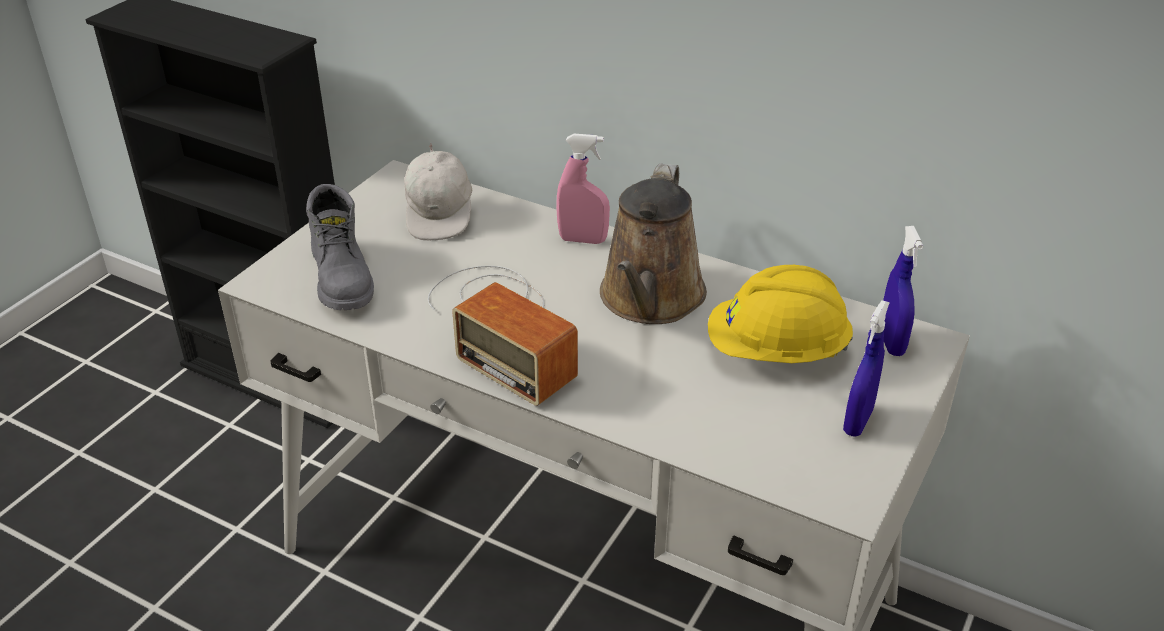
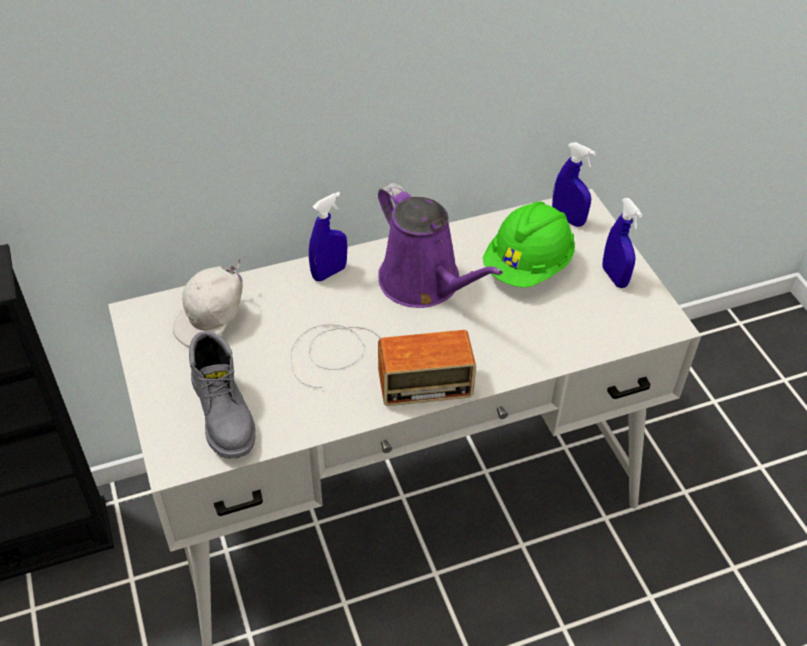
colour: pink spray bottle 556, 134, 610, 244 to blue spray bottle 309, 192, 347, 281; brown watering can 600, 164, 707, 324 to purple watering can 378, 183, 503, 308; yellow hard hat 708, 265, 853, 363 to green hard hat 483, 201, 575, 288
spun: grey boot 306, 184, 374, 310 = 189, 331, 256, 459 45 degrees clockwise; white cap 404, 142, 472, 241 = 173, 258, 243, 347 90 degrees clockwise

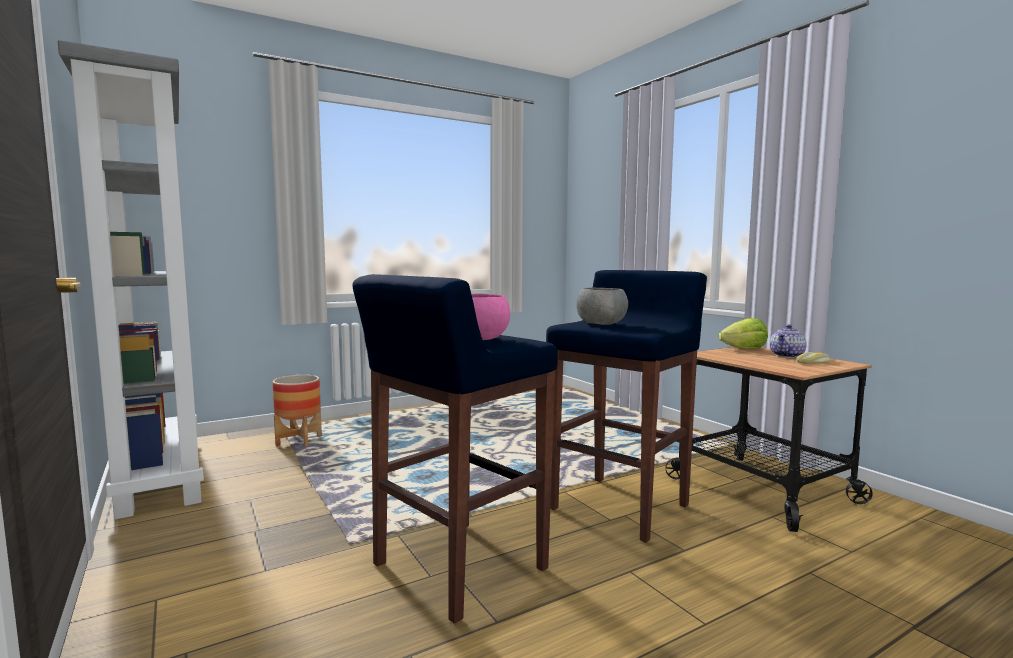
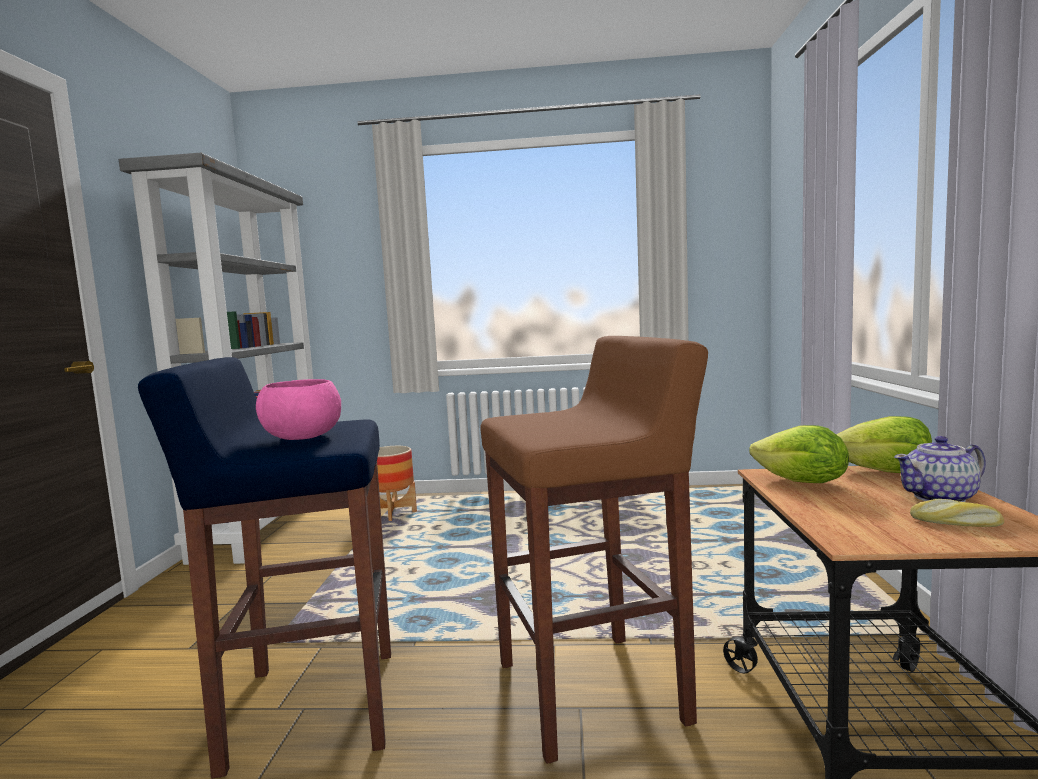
missing: grey bowl 577, 288, 628, 325
appeared: lettuce 749, 425, 849, 483
colour: blue stool 546, 270, 707, 543 to brown stool 480, 336, 708, 764

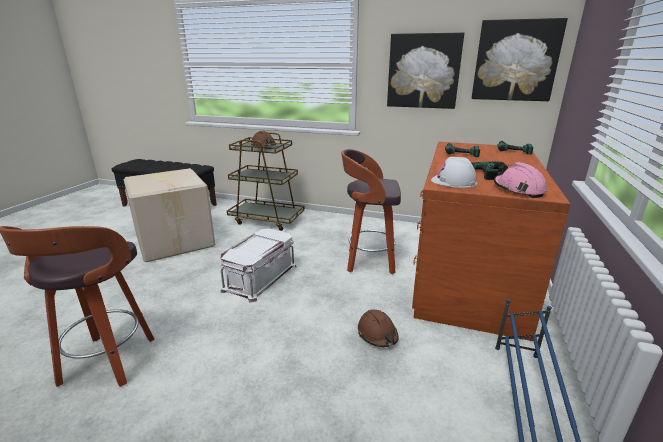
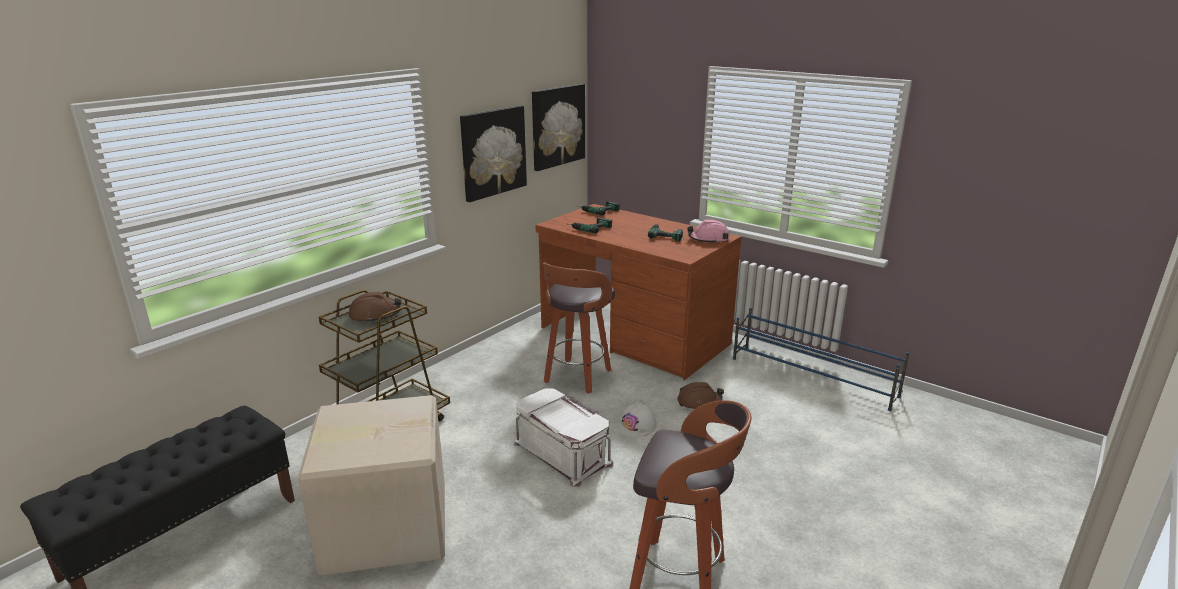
relocated: white hard hat 431, 157, 478, 188 to 617, 402, 657, 437

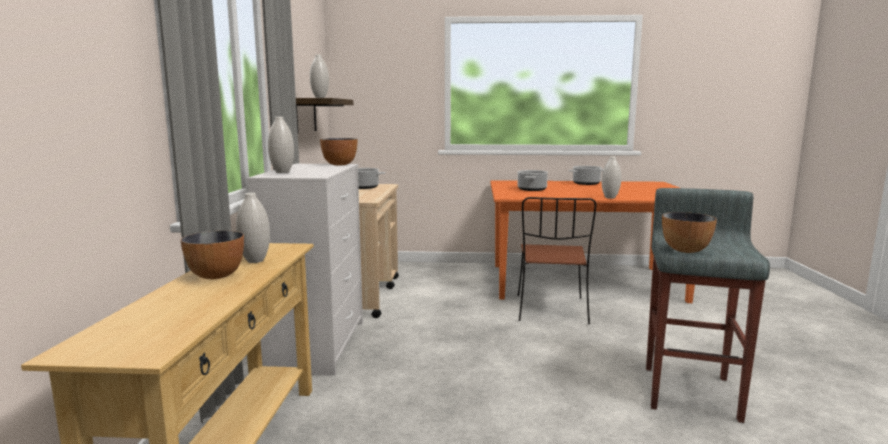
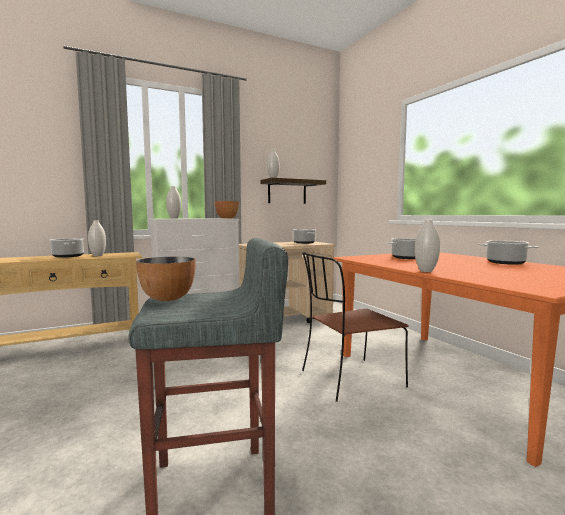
exchanged: bowl 181, 231, 244, 279 to cooking pot 50, 238, 84, 257

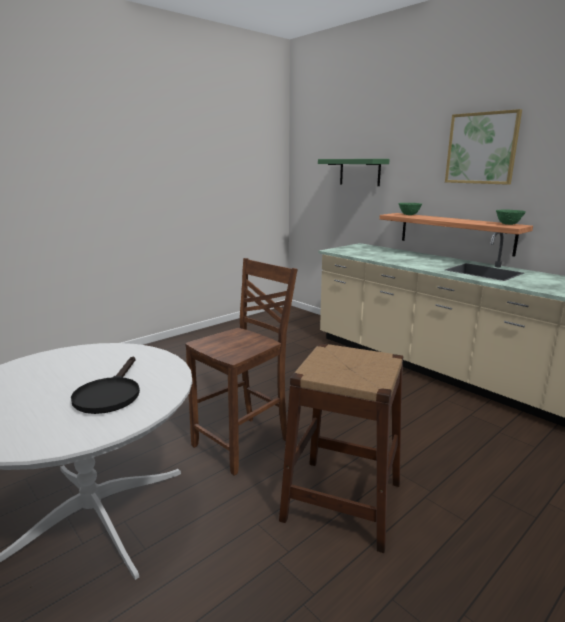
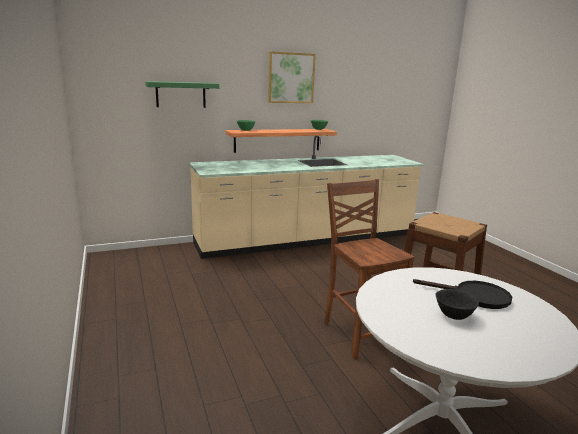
appeared: black bowl 436, 289, 479, 320

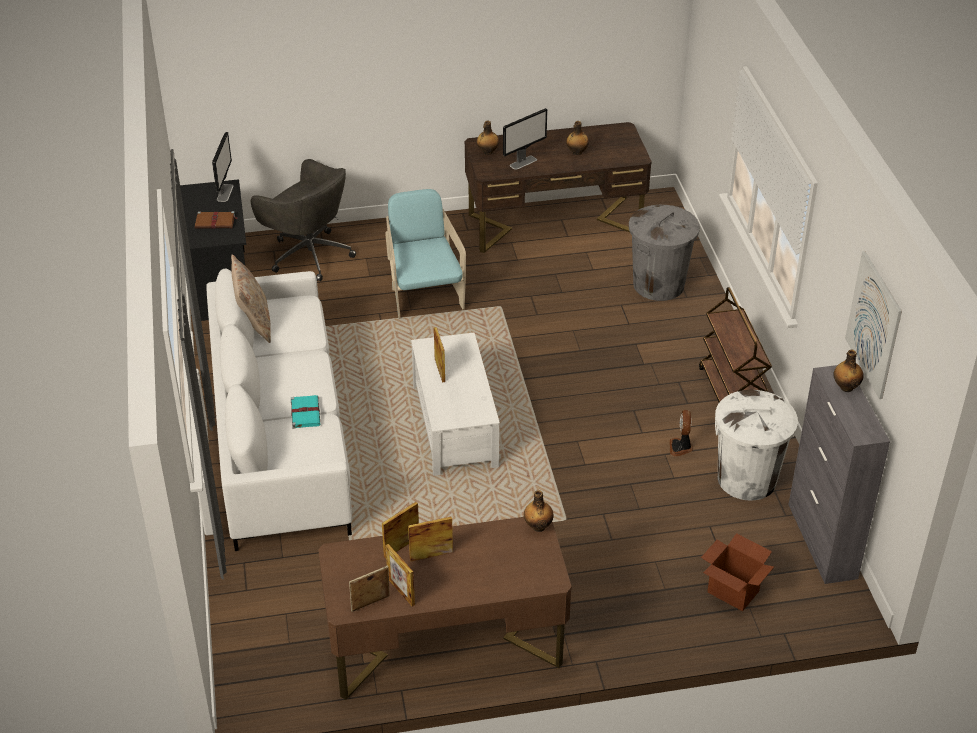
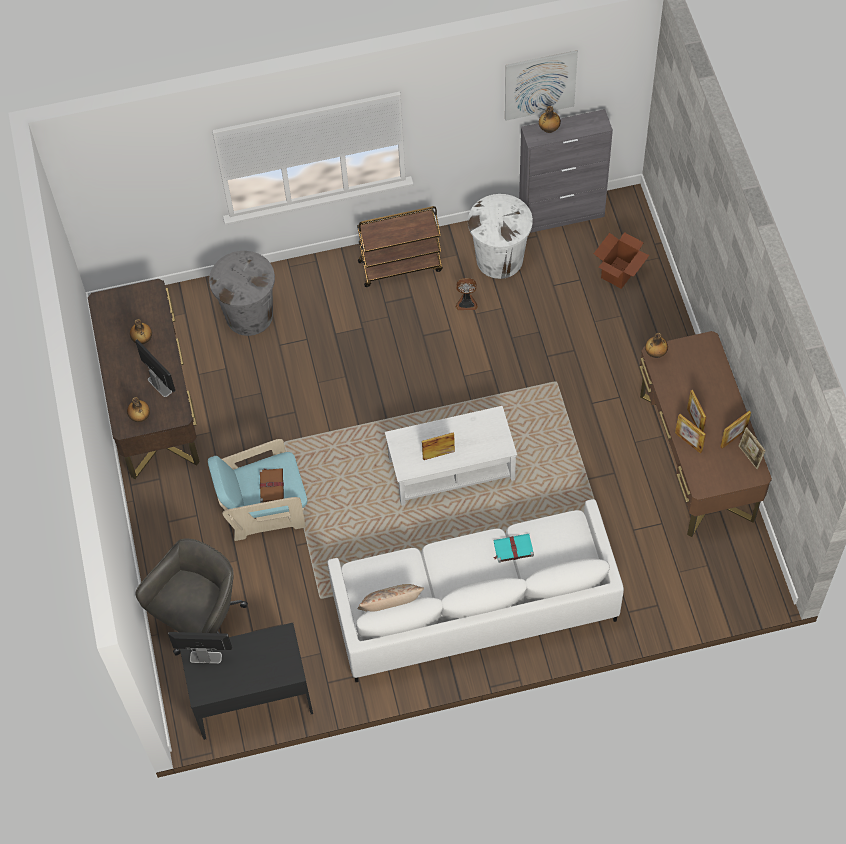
relocated: brown book 195, 211, 238, 229 to 259, 468, 284, 503

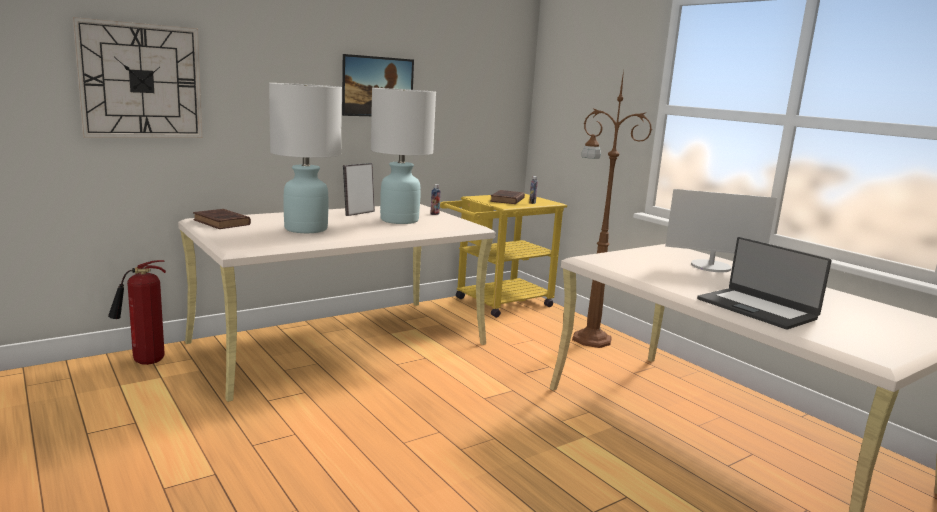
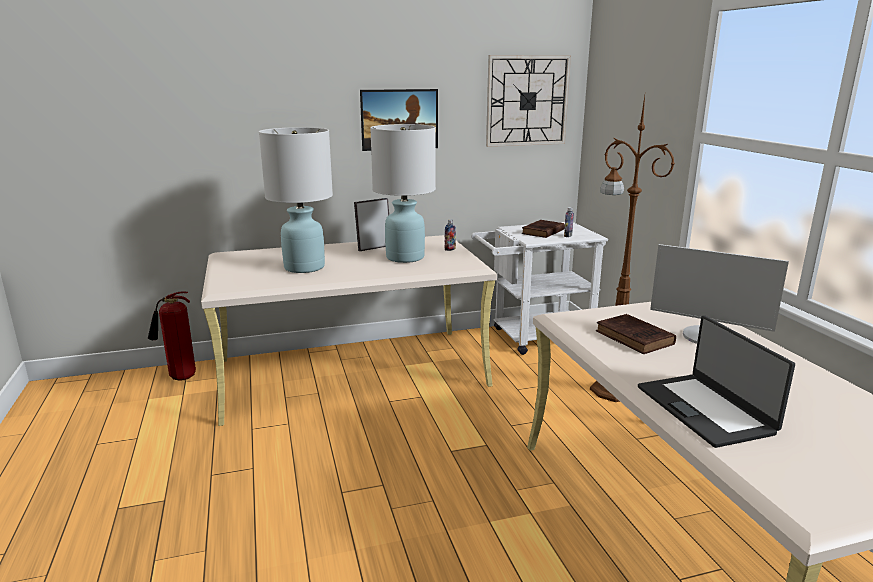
relocated: wall clock 73, 17, 202, 138 to 486, 55, 571, 147; brown book 193, 209, 251, 229 to 596, 314, 676, 354
colour: yellow cart 440, 193, 567, 318 to white cart 471, 222, 608, 355

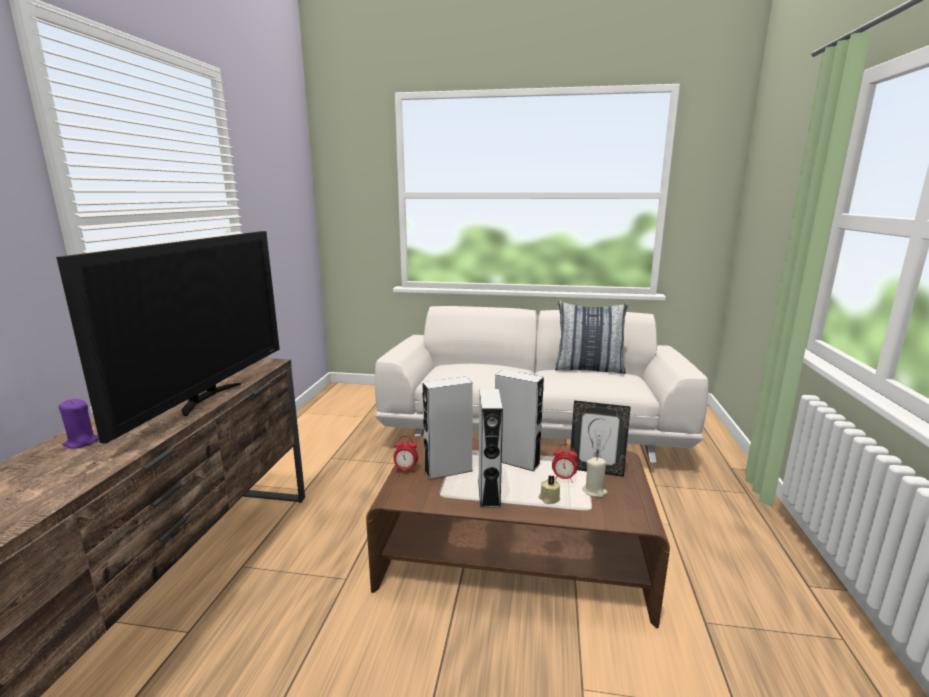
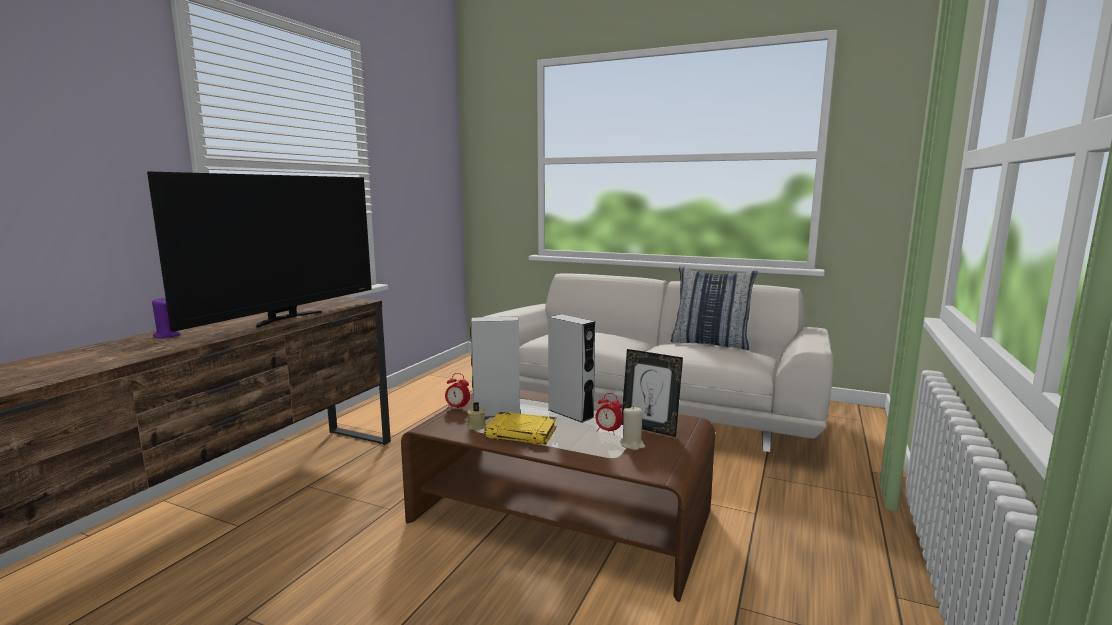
relocated: beige candle 539, 475, 560, 504 to 467, 402, 486, 430
exchanged: grey speaker 478, 389, 503, 508 to yellow book 484, 412, 557, 445

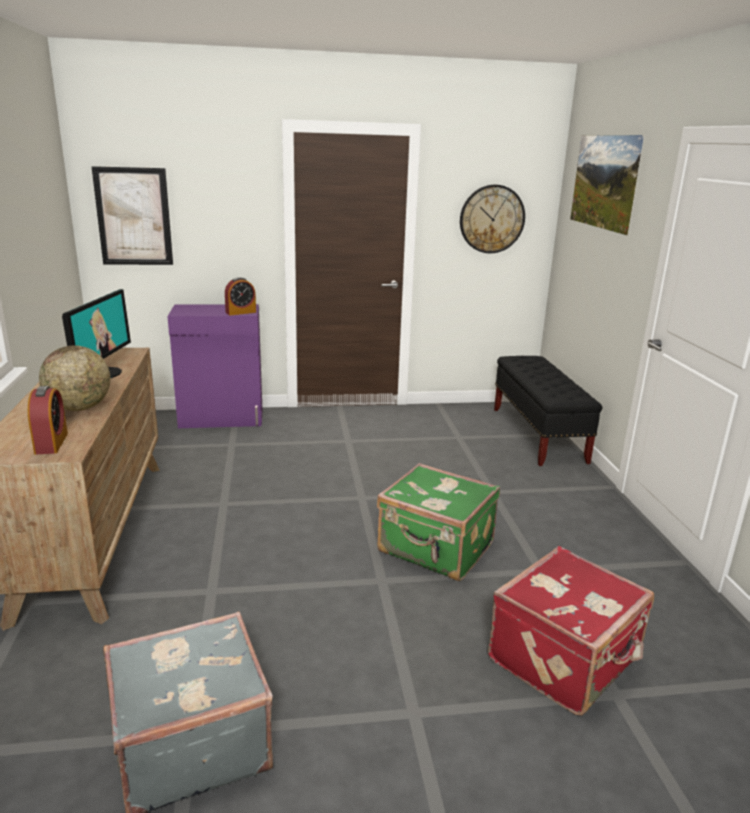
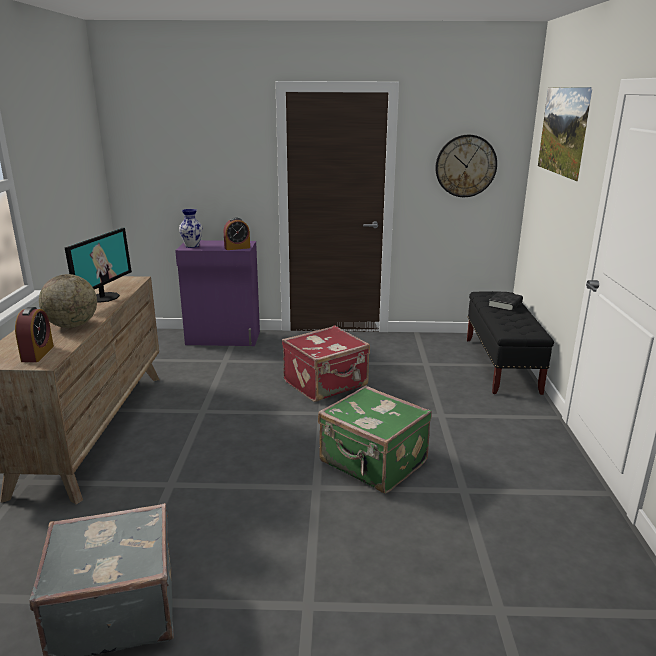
missing: picture 92, 166, 173, 265
appeared: vase 179, 209, 202, 248; black book 488, 291, 523, 311
relocated: red suitcase 488, 546, 654, 716 to 282, 325, 370, 402

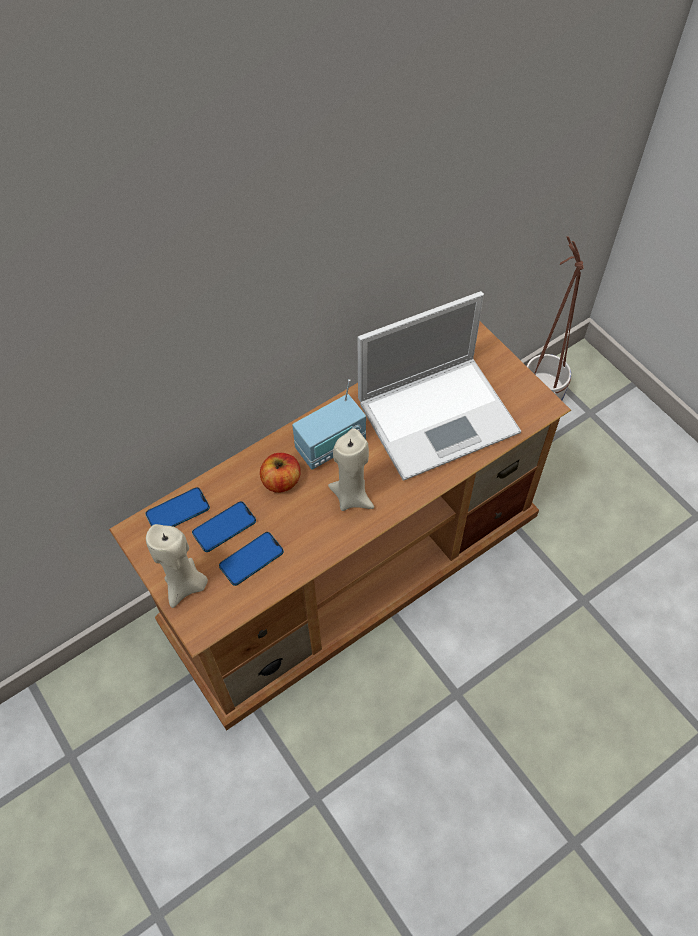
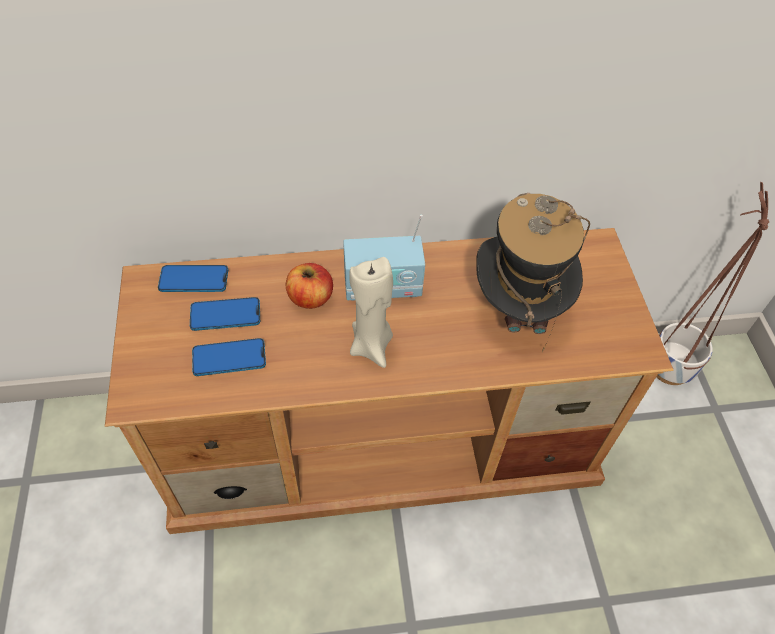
missing: beige candle 146, 524, 208, 608
exchanged: laptop 358, 291, 521, 481 to hat 476, 193, 590, 352

